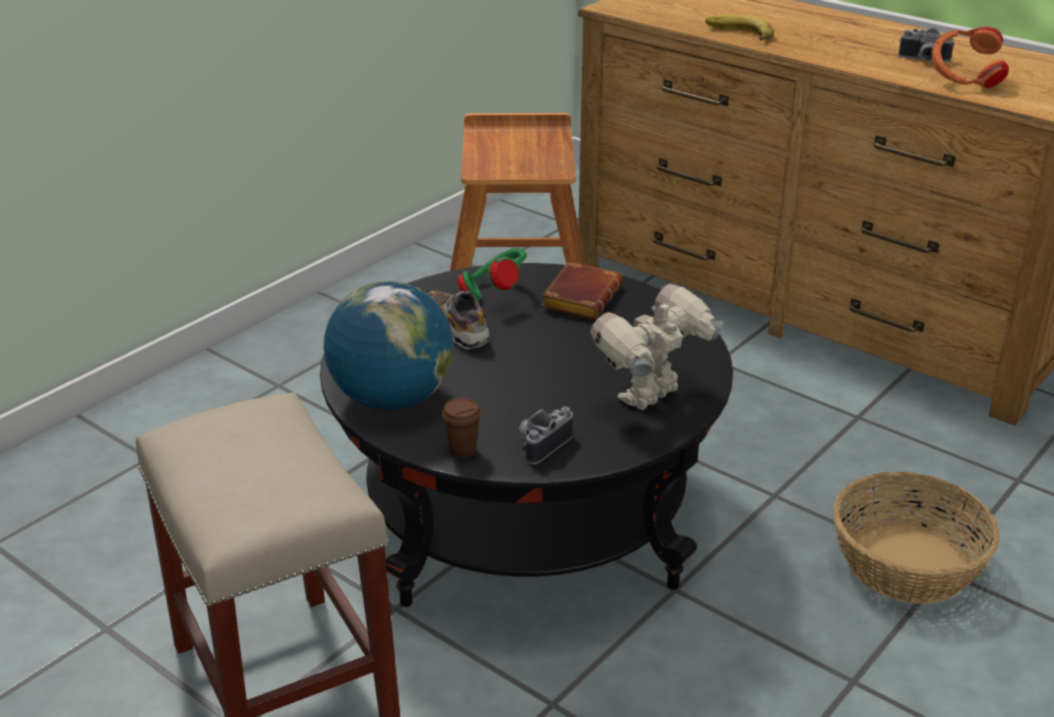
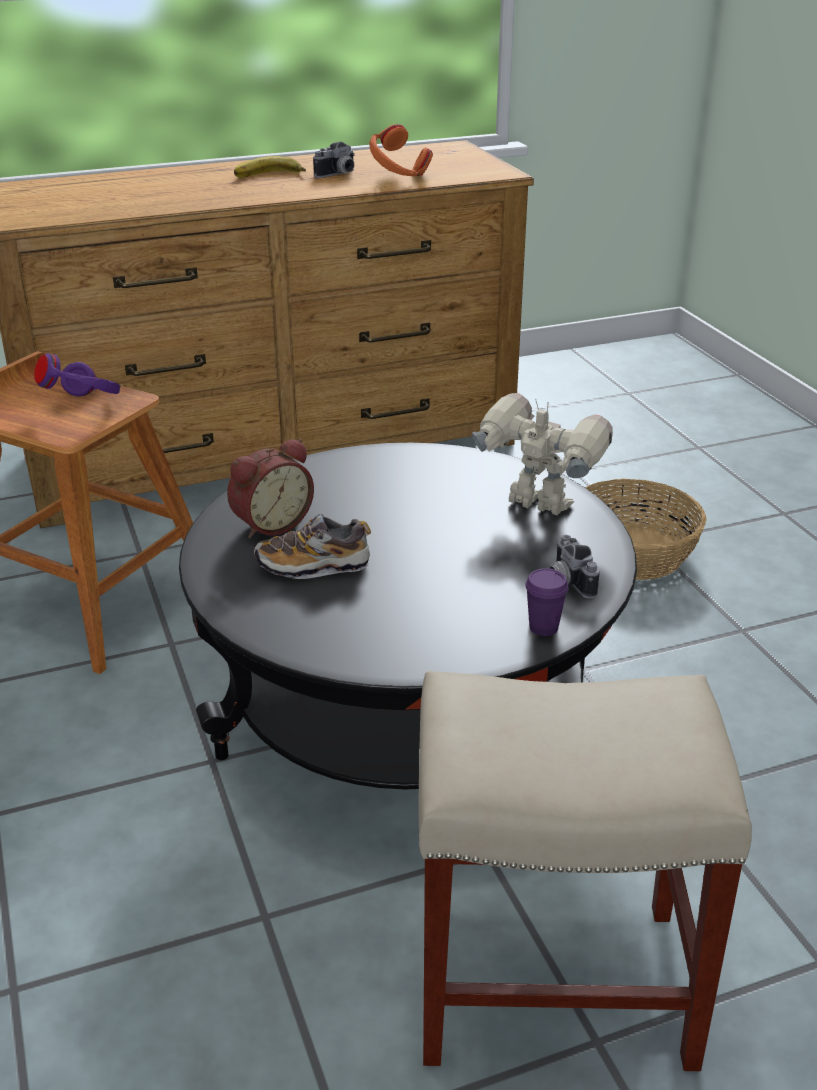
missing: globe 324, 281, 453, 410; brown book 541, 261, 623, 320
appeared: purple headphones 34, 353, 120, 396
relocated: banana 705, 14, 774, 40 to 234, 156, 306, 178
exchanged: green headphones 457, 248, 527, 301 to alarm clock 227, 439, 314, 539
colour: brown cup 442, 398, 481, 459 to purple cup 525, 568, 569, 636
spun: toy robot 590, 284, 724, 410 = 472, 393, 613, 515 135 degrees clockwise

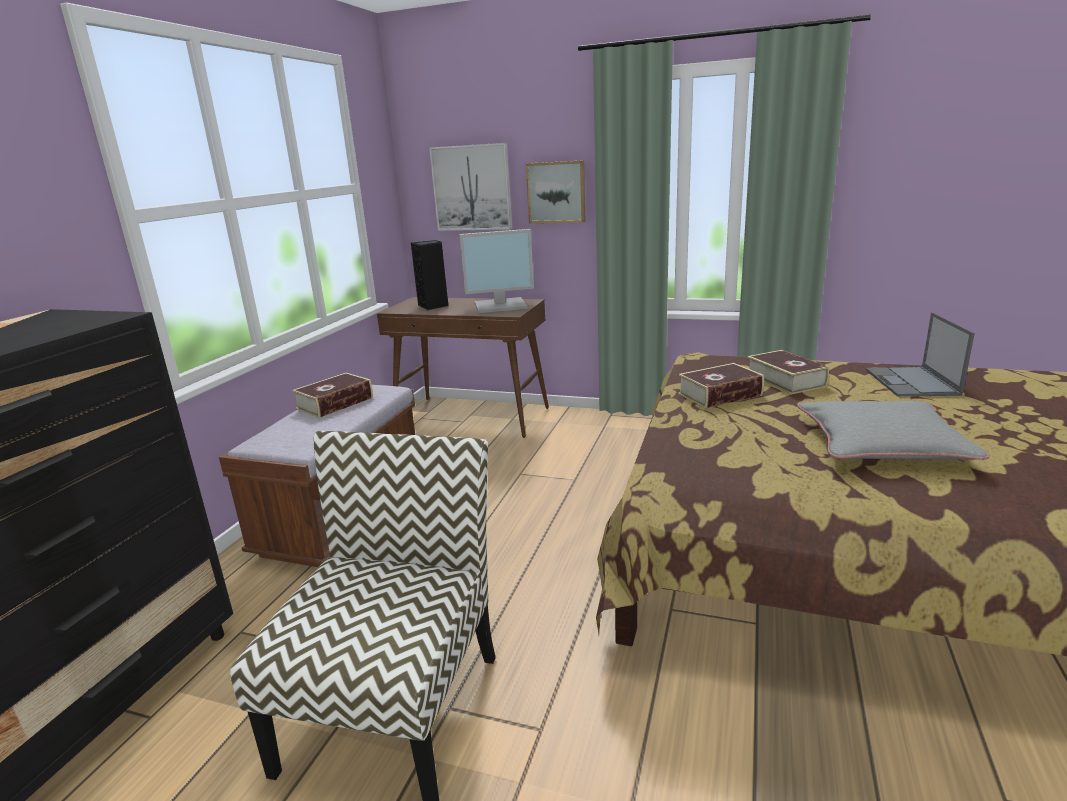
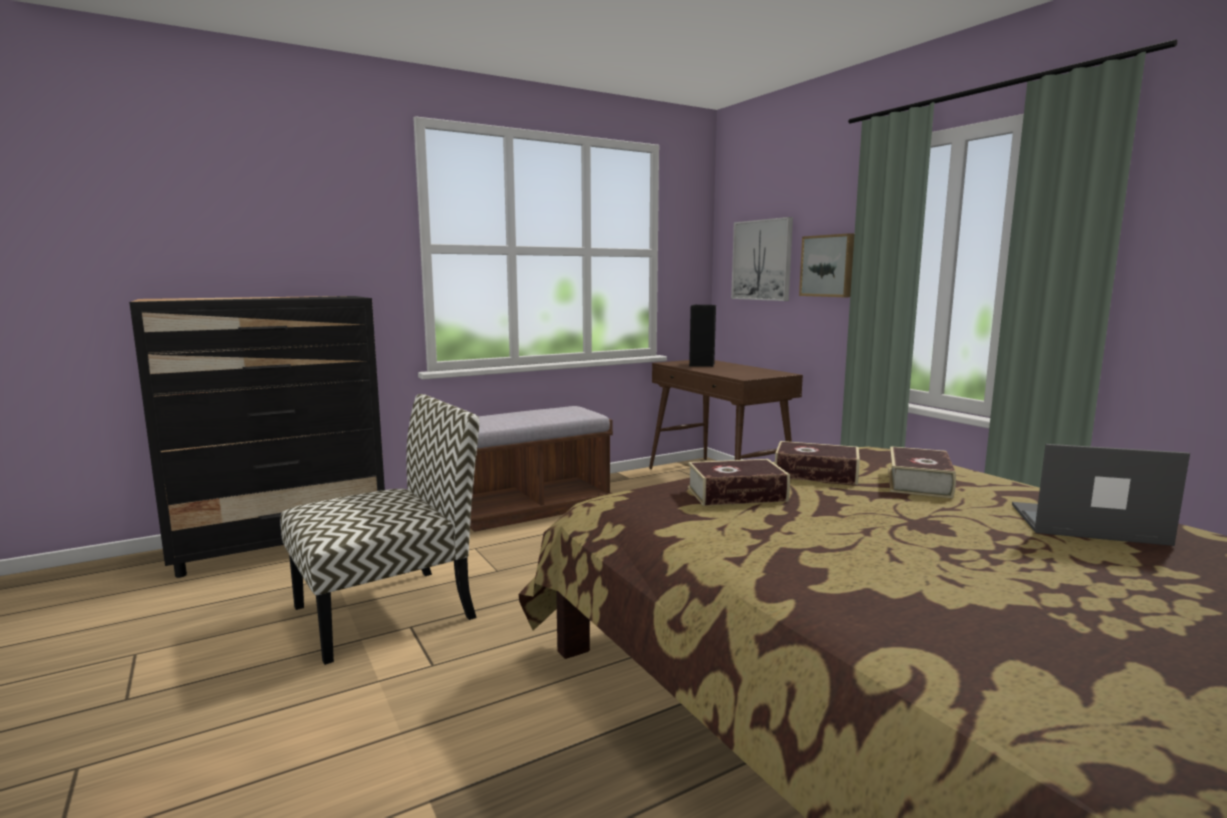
missing: monitor 459, 229, 534, 313; grey pillow 798, 401, 990, 460
relocated: book 292, 373, 373, 418 to 688, 459, 790, 506
spun: laptop 866, 312, 975, 397 = 1012, 444, 1190, 546 60 degrees clockwise

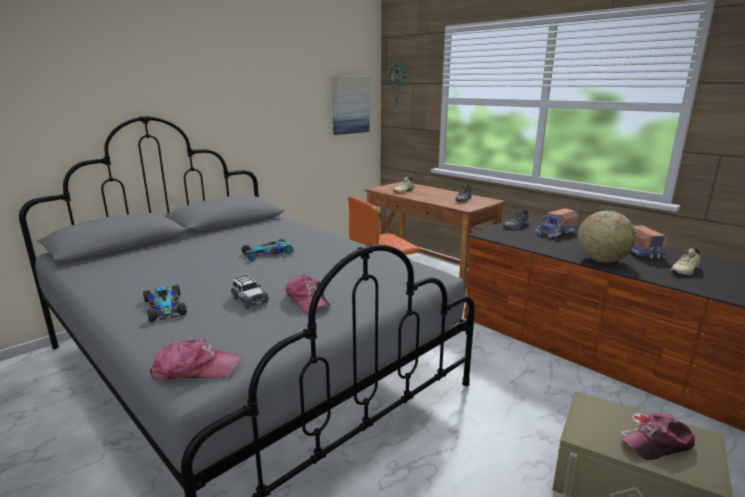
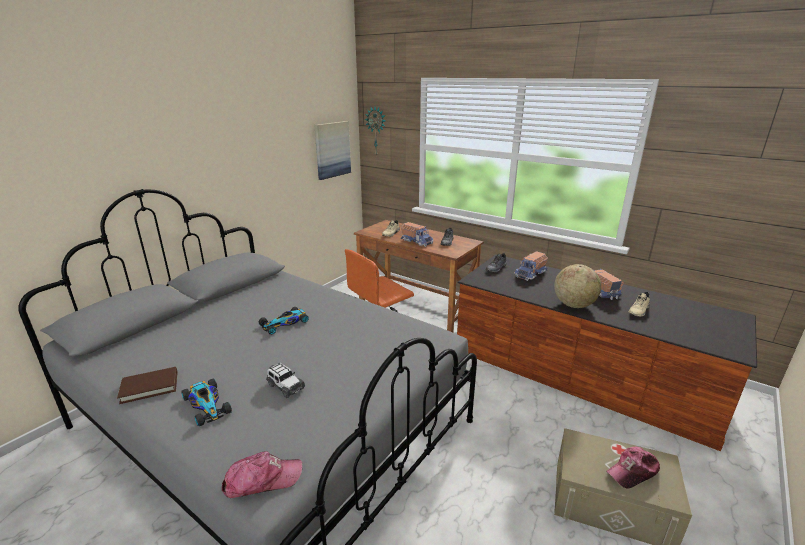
missing: cap 285, 274, 331, 313
appeared: brown book 117, 367, 178, 404; toy truck 401, 222, 434, 247

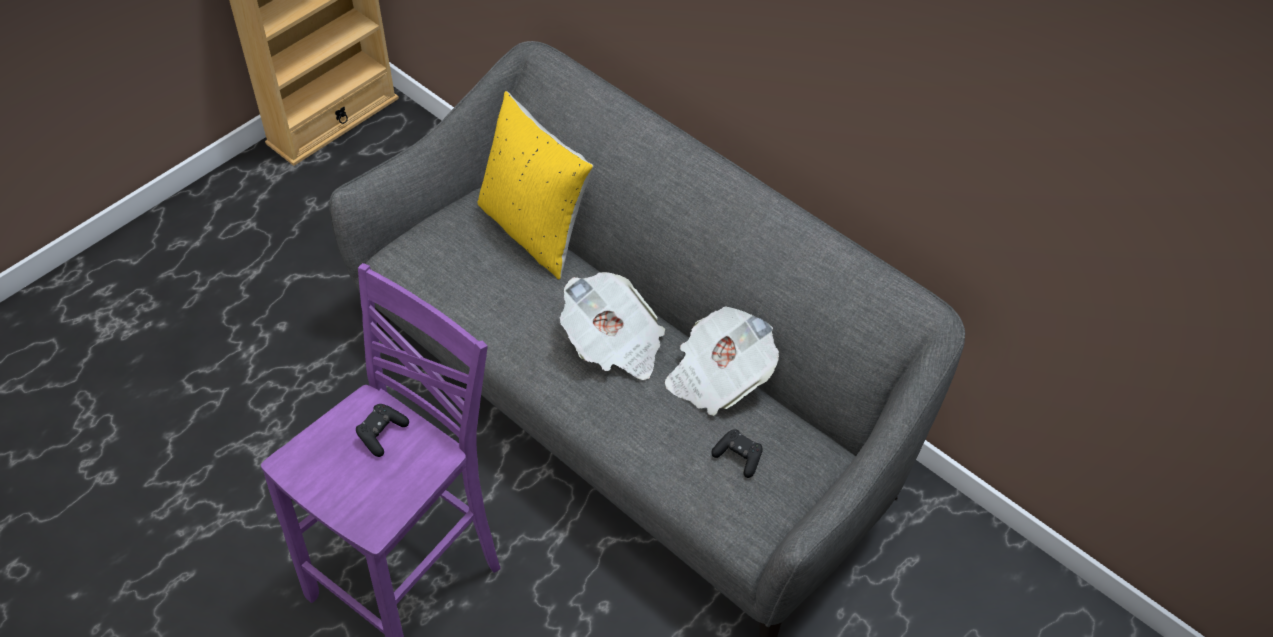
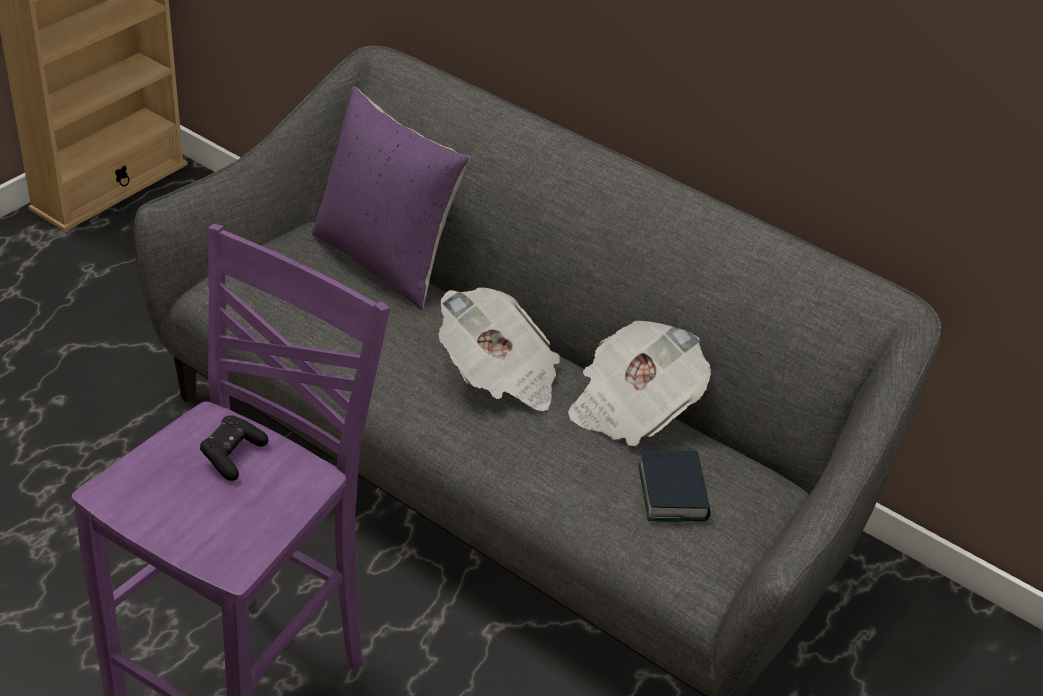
exchanged: black game controller 711, 429, 763, 478 to book 638, 450, 711, 522
colour: yellow pillow 477, 91, 593, 280 to purple pillow 312, 86, 470, 310

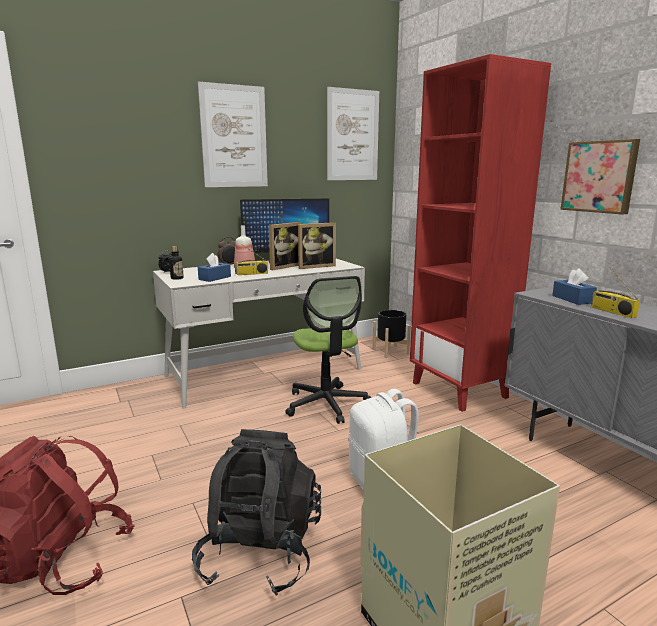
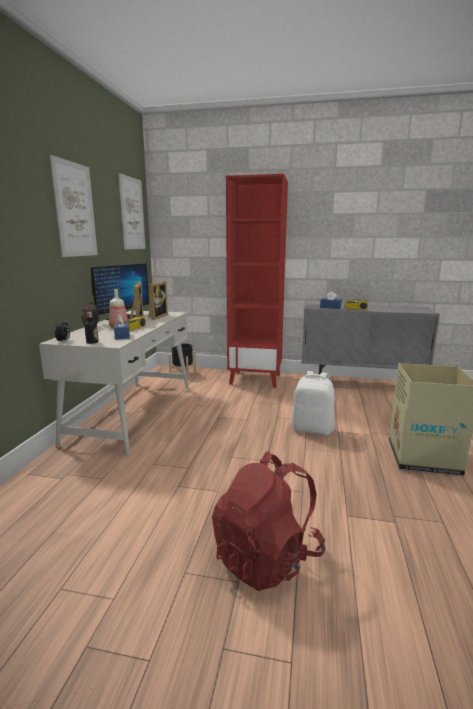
missing: black backpack 192, 429, 321, 596; office chair 285, 276, 371, 424; picture 560, 139, 640, 215

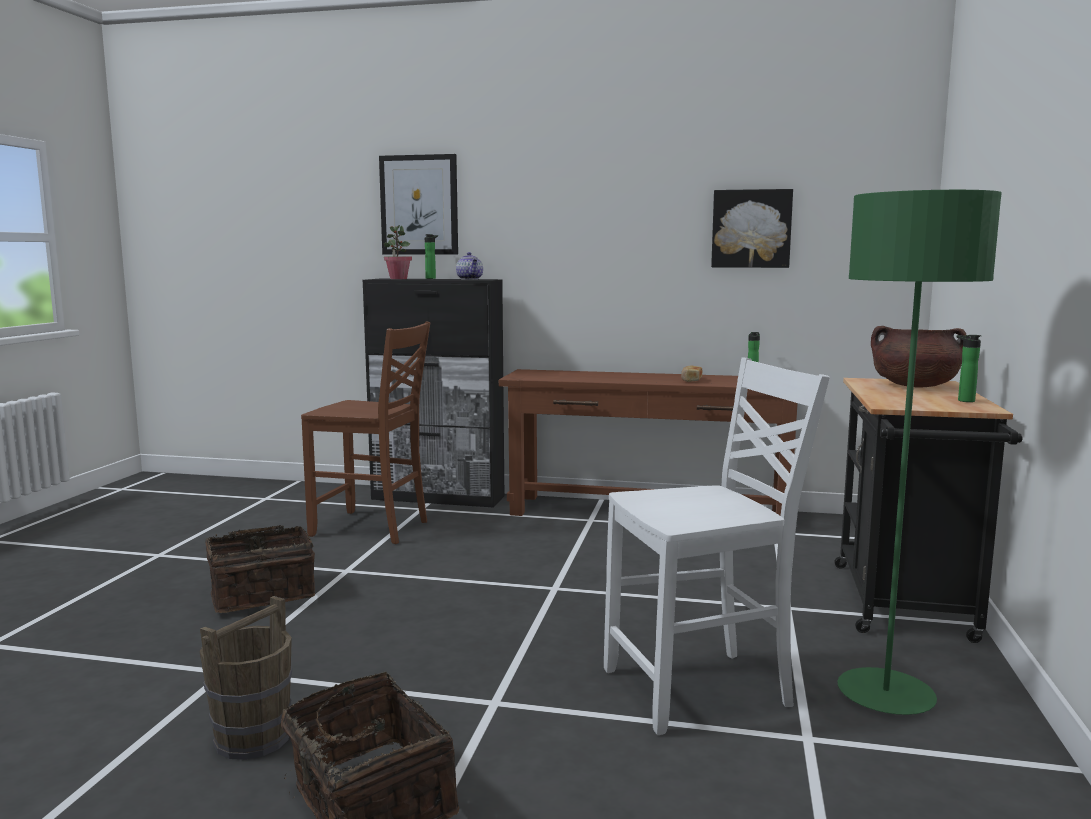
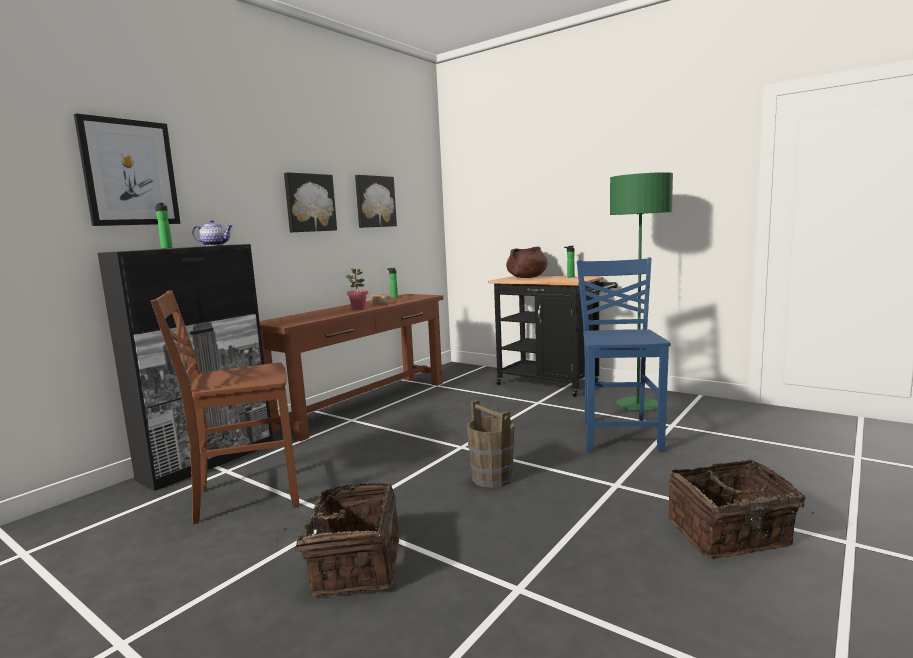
appeared: picture 284, 172, 337, 232
relocated: brown bucket 200, 596, 292, 760 to 467, 400, 515, 488; potted plant 383, 225, 412, 279 to 346, 268, 368, 309
colour: white chair 604, 358, 830, 735 to blue chair 577, 258, 670, 452
spun: brown chair 301, 321, 430, 544 = 151, 290, 300, 524 150 degrees counterclockwise

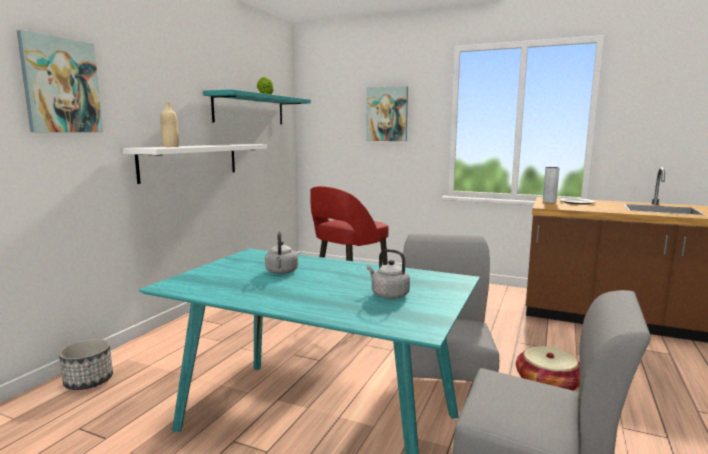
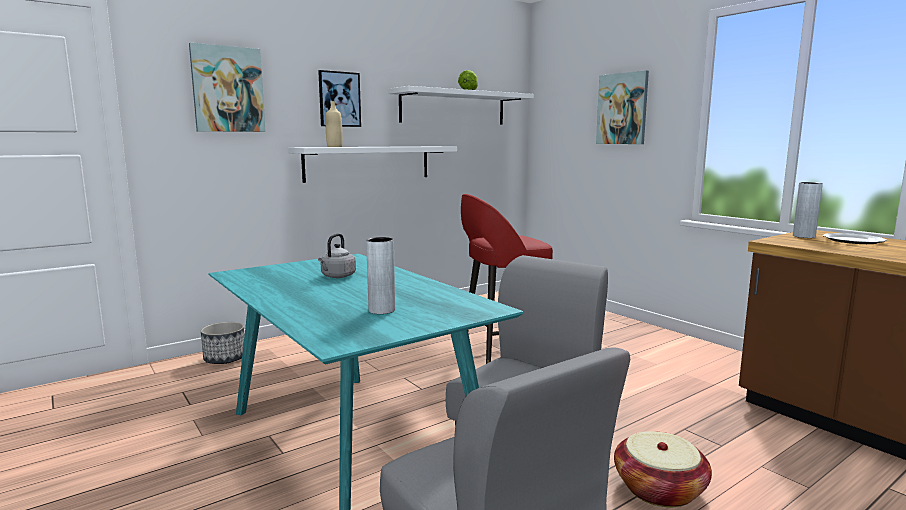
appeared: picture 318, 70, 361, 127
exchanged: grey kettle 367, 249, 410, 299 to grey vase 366, 237, 395, 314
colour: turquoise shelf 203, 89, 311, 124 to white shelf 388, 86, 534, 125

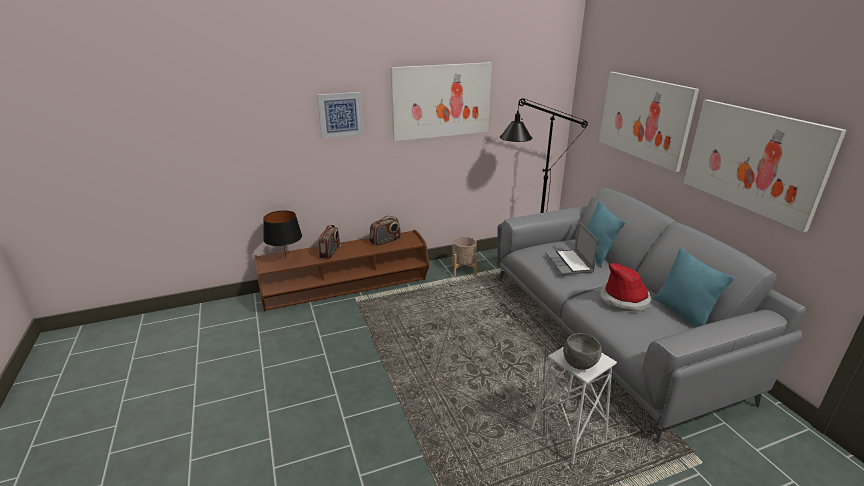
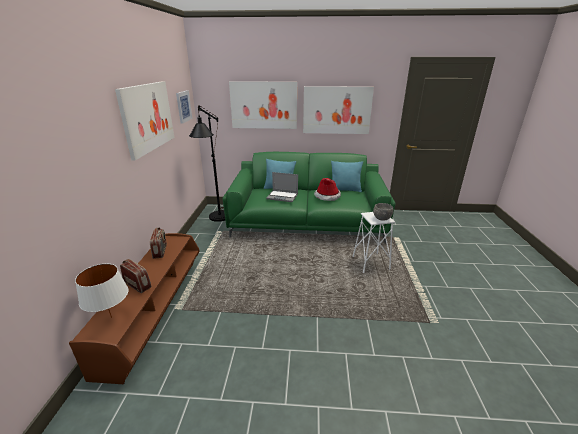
missing: beige planter 452, 237, 478, 277
relocated: picture 317, 92, 364, 139 to 176, 90, 192, 124
colour: black table lamp 263, 210, 302, 259 to white table lamp 75, 264, 129, 318; grey sofa 497, 188, 807, 444 to green sofa 222, 152, 395, 243

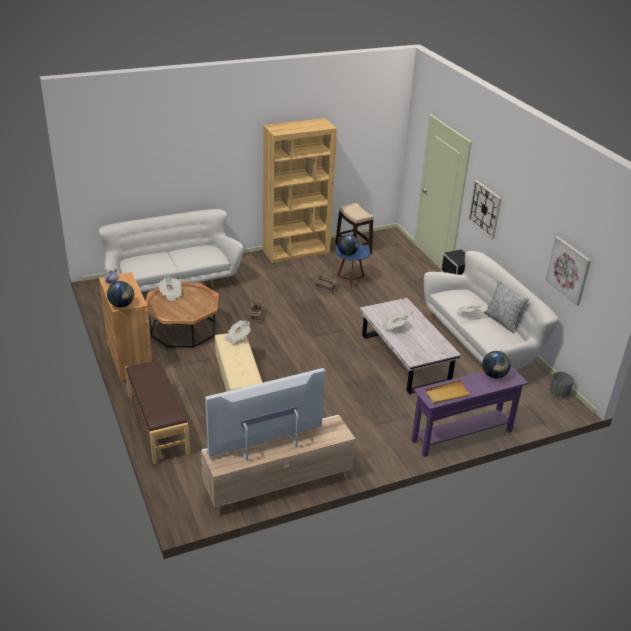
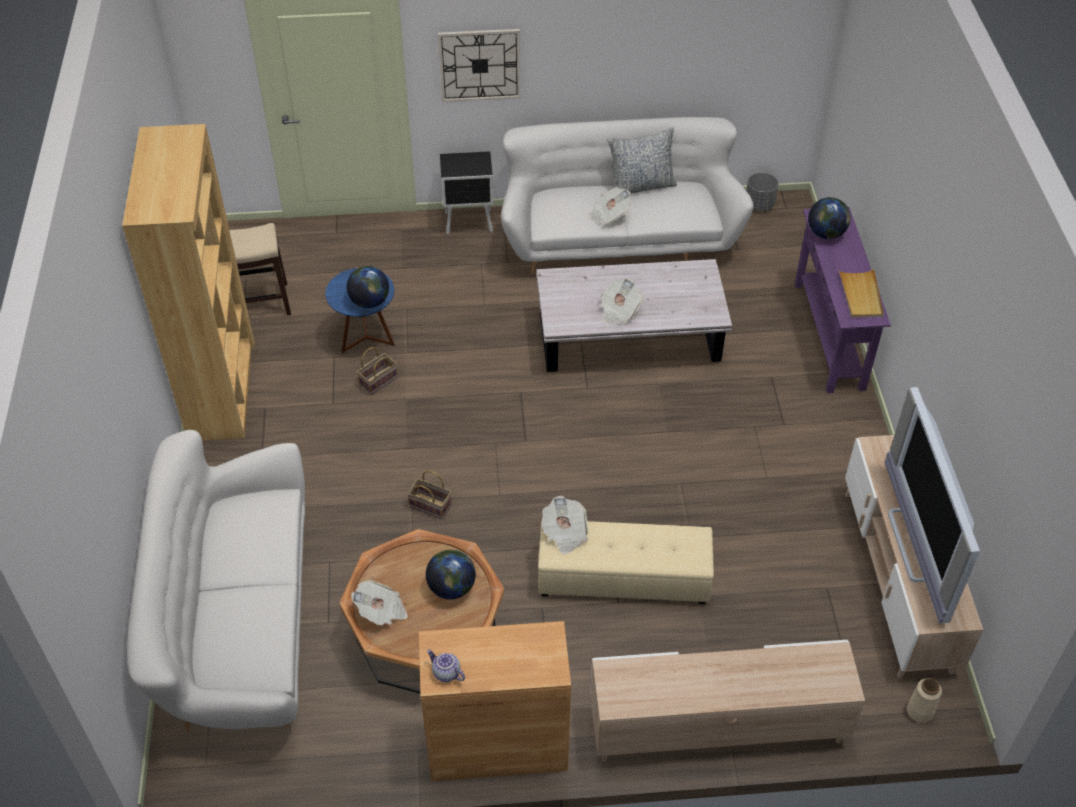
missing: picture 545, 236, 591, 306
appeared: beige vase 907, 678, 942, 723
relocated: globe 107, 281, 134, 307 to 426, 549, 476, 600
exchanged: brown bench 125, 360, 190, 464 to beige tv stand 590, 640, 865, 761

